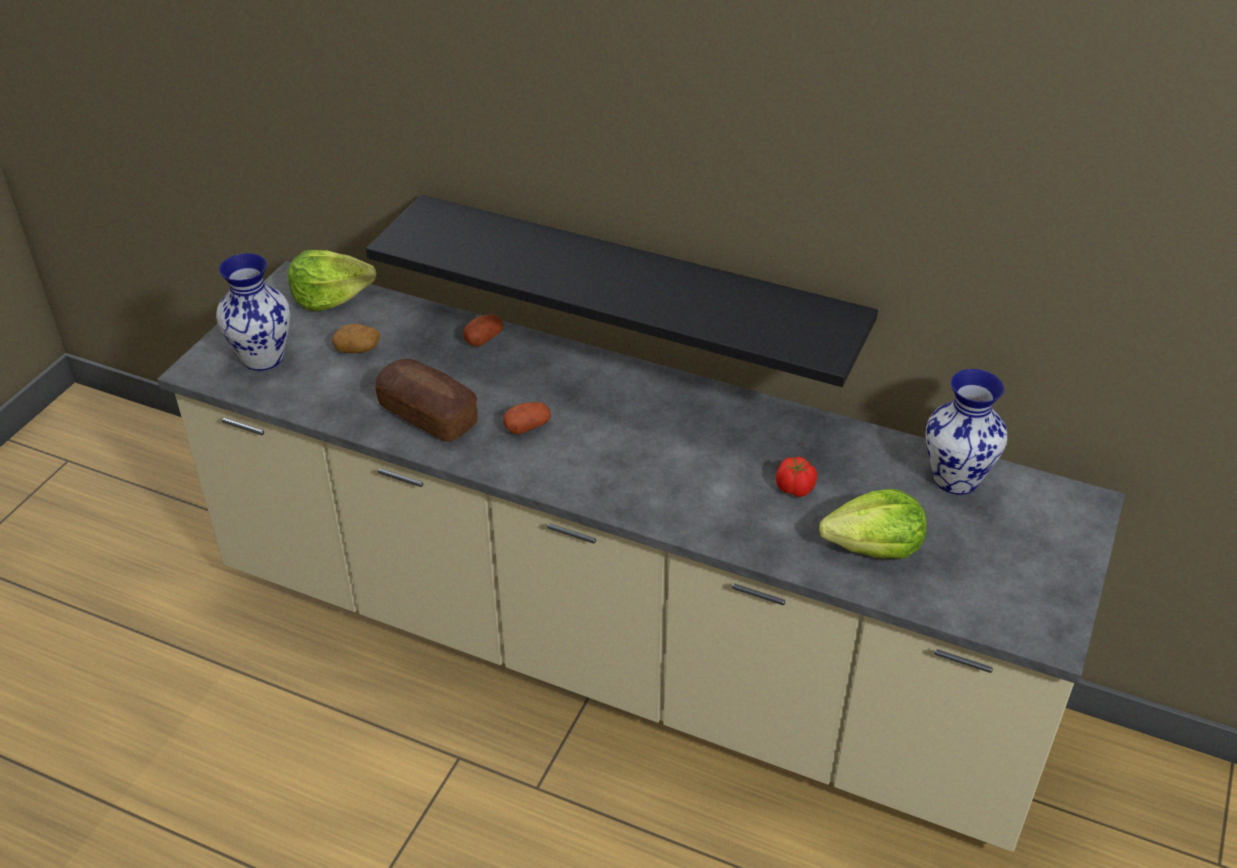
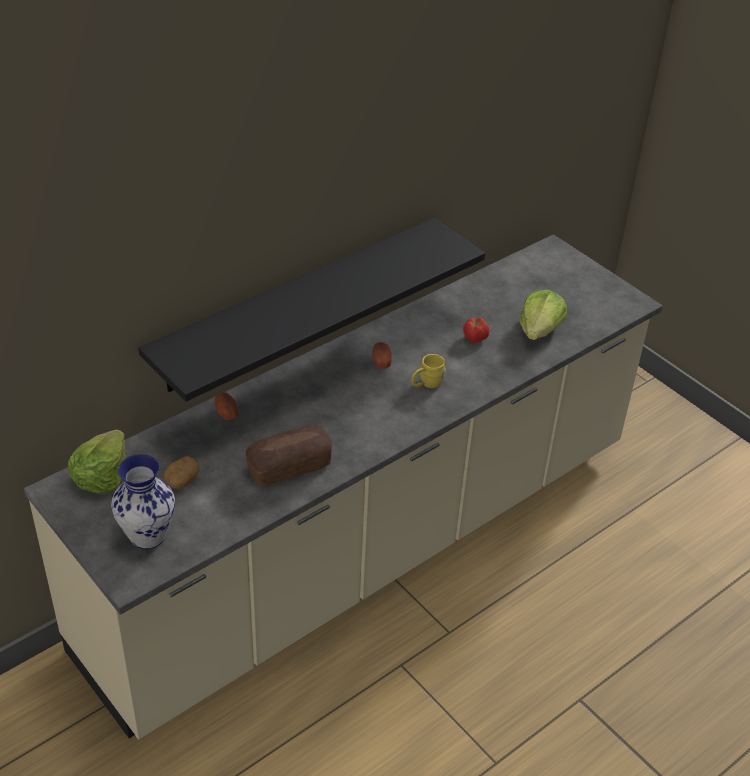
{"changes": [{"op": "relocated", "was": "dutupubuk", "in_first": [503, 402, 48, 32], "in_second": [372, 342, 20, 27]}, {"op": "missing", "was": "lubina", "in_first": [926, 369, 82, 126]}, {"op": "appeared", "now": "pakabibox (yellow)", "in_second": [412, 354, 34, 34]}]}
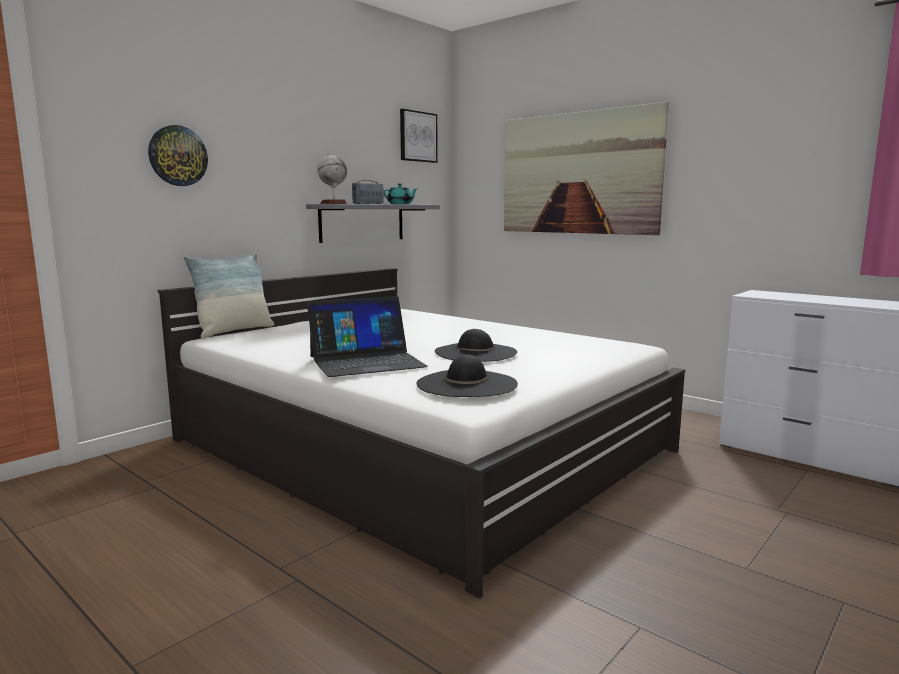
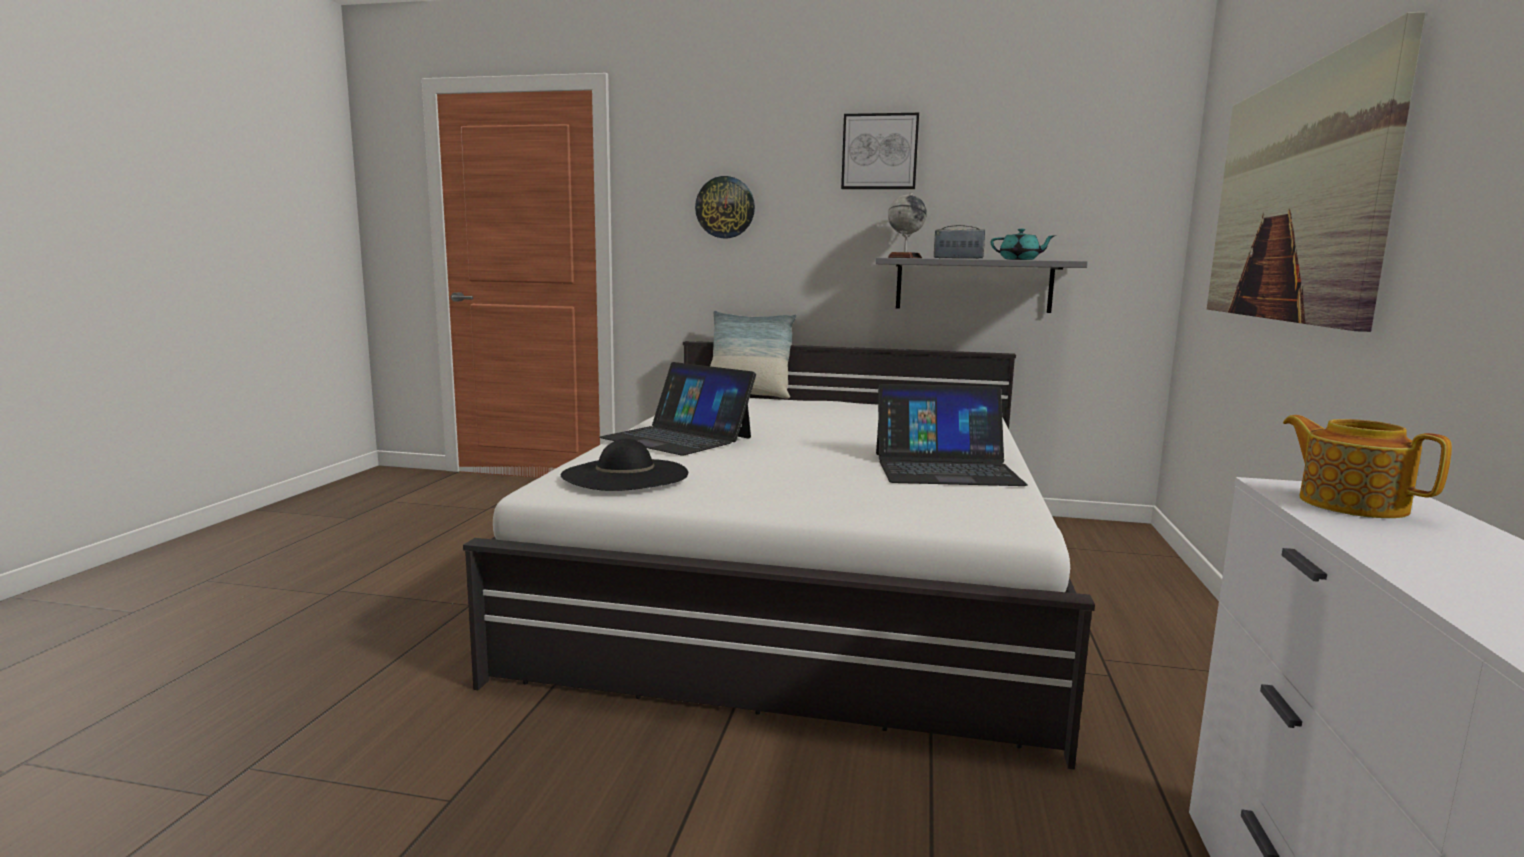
{"changes": [{"op": "relocated", "was": "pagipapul", "in_first": [400, 109, 37, 54], "in_second": [841, 113, 78, 76]}, {"op": "missing", "was": "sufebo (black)", "in_first": [435, 329, 82, 33]}, {"op": "appeared", "now": "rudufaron", "in_second": [876, 384, 152, 102]}, {"op": "appeared", "now": "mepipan", "in_second": [1283, 415, 169, 103]}]}
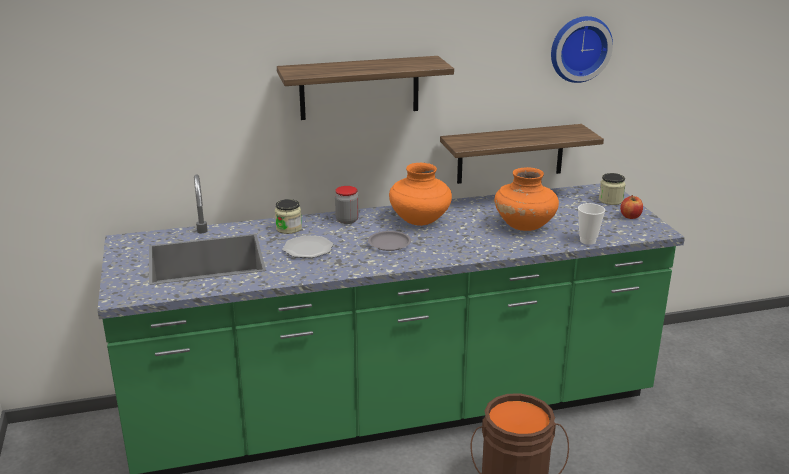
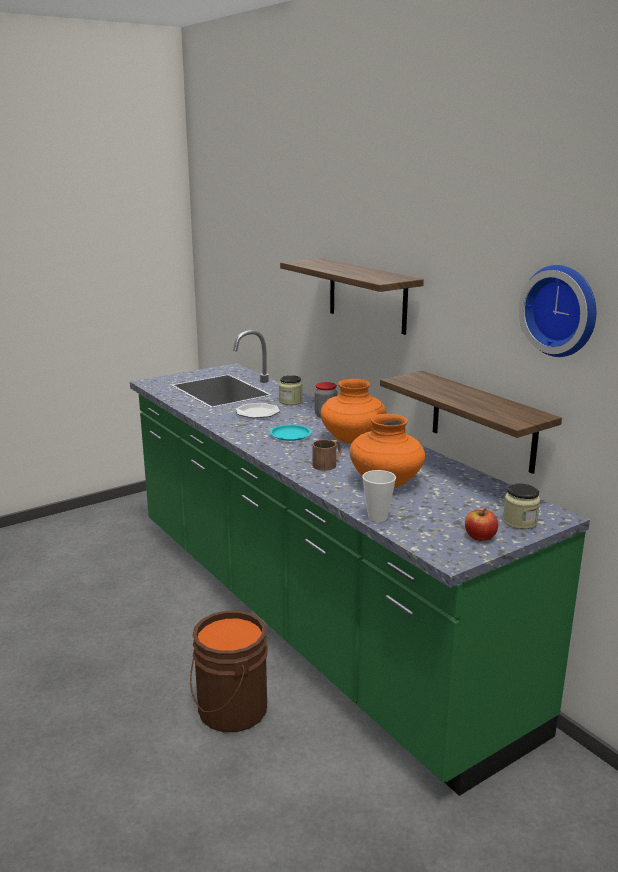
{"changes": [{"op": "colour", "was": "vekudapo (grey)", "now": "vekudapo (turquoise)", "in_first": [368, 231, 43, 20], "in_second": [270, 425, 42, 16]}, {"op": "appeared", "now": "pakabibox (brown)", "in_second": [312, 440, 29, 31]}]}
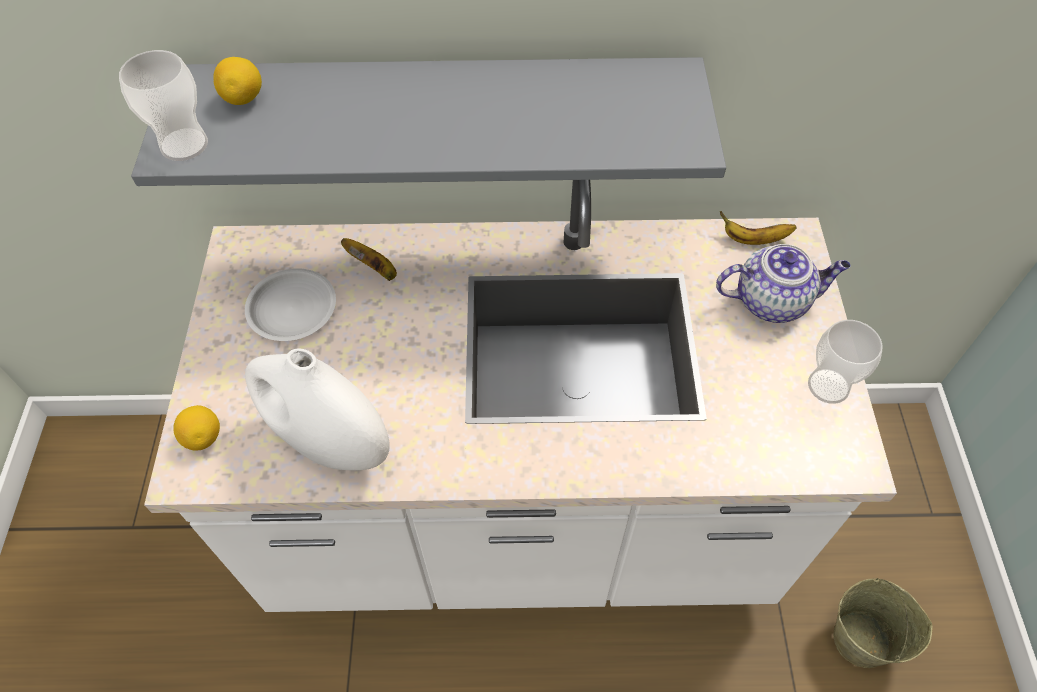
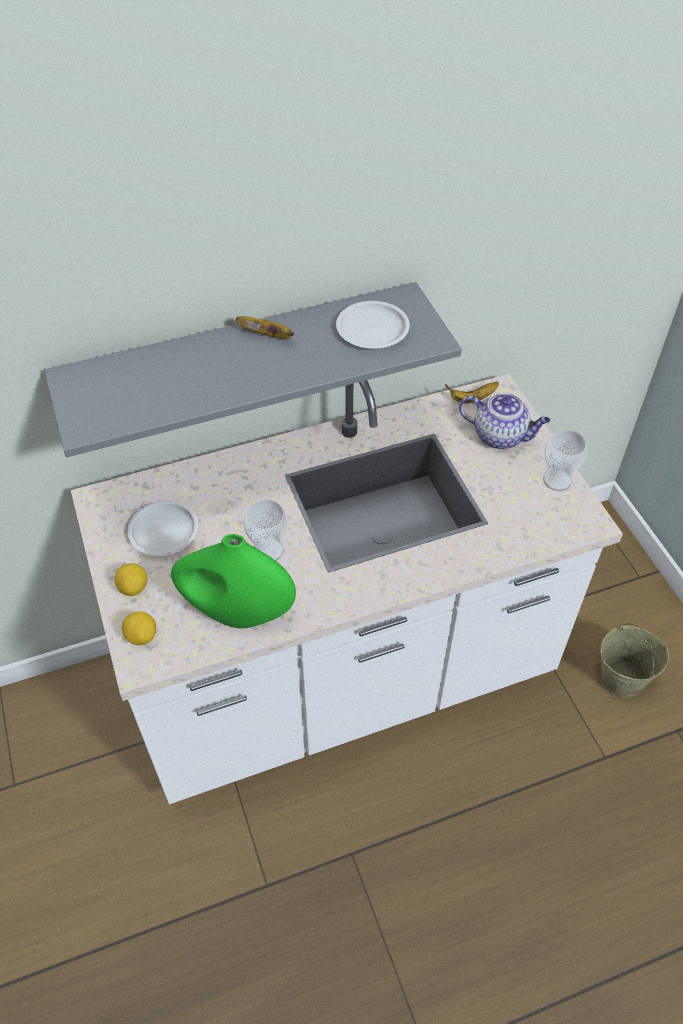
{"changes": [{"op": "relocated", "was": "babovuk", "in_first": [119, 50, 89, 111], "in_second": [244, 499, 43, 62]}, {"op": "relocated", "was": "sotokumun", "in_first": [213, 57, 49, 48], "in_second": [115, 563, 32, 33]}, {"op": "colour", "was": "lubina (white)", "now": "lubina (green)", "in_first": [245, 348, 145, 122], "in_second": [171, 534, 125, 94]}, {"op": "relocated", "was": "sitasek", "in_first": [341, 238, 56, 43], "in_second": [236, 316, 58, 23]}, {"op": "spun", "was": "mepipan", "in_first": [716, 244, 135, 79], "in_second": [459, 393, 91, 56], "clockwise": 45}, {"op": "appeared", "now": "vekudapo (white)", "in_second": [336, 301, 74, 48]}]}
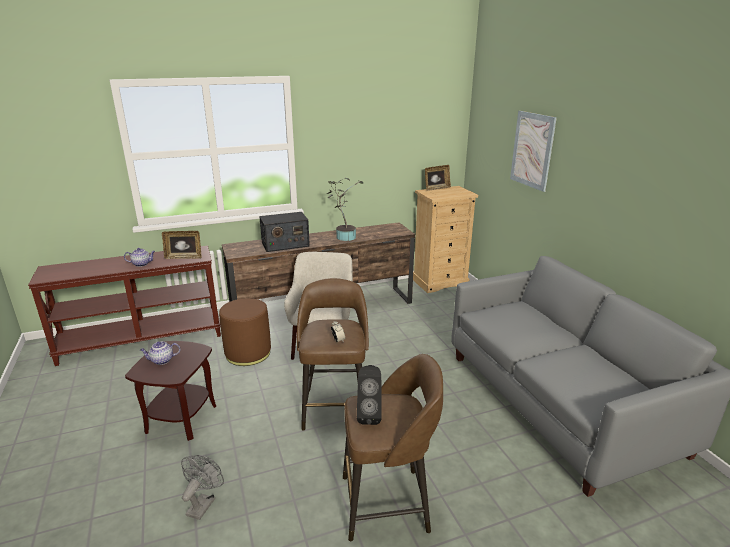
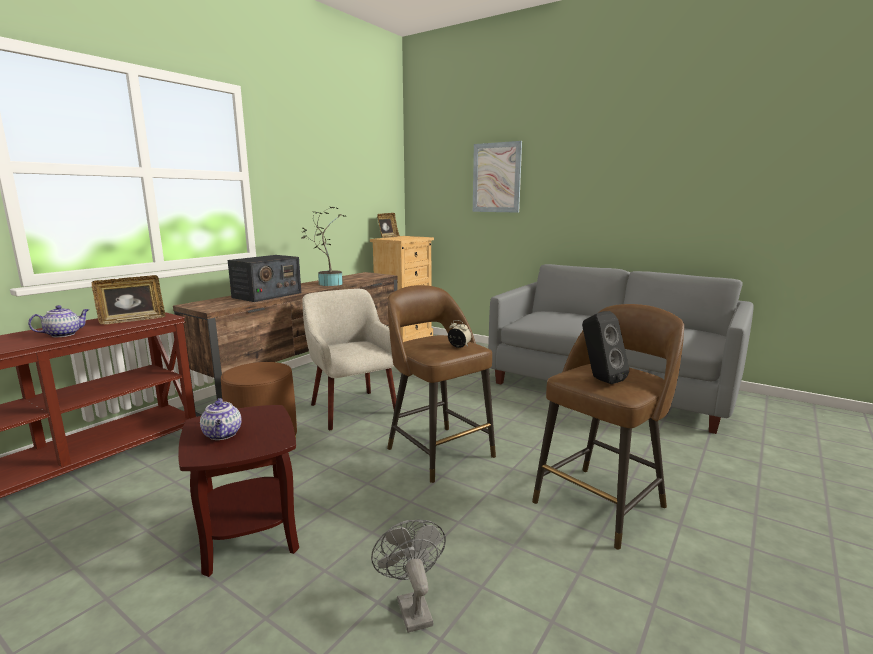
{"changes": [{"op": "spun", "was": "mepipan", "in_first": [140, 341, 40, 24], "in_second": [200, 398, 42, 42], "clockwise": -60}]}
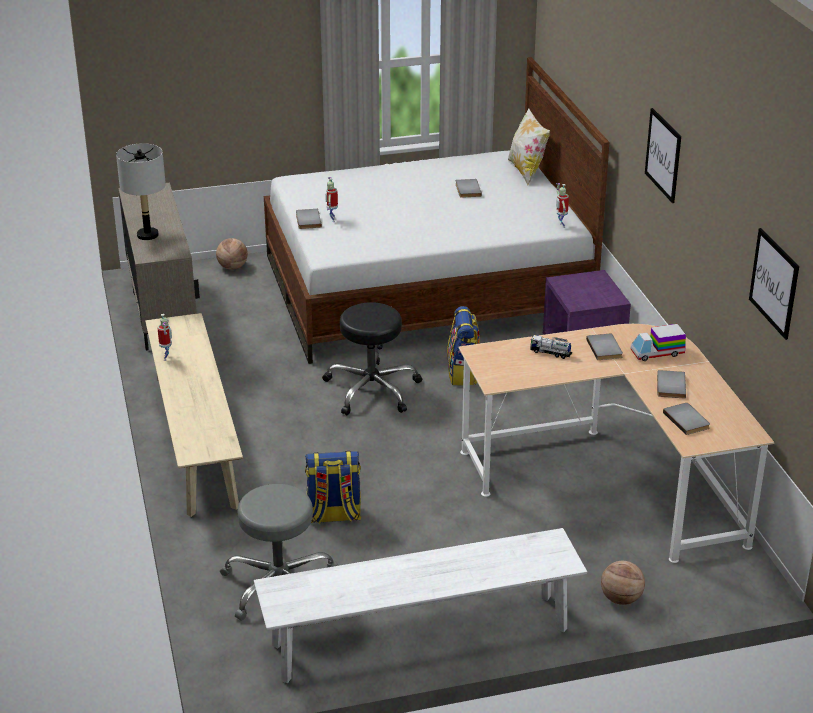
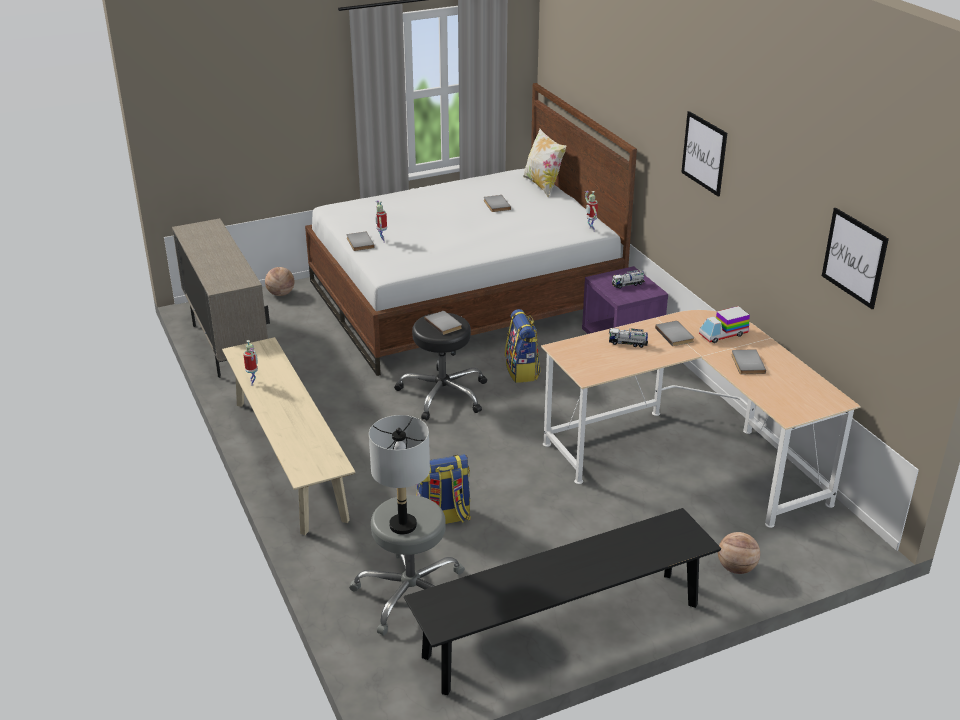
{"changes": [{"op": "relocated", "was": "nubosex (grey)", "in_first": [116, 143, 50, 97], "in_second": [369, 415, 61, 119]}, {"op": "colour", "was": "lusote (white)", "now": "lusote (black)", "in_first": [254, 528, 333, 155], "in_second": [404, 508, 317, 187]}, {"op": "relocated", "was": "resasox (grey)", "in_first": [663, 403, 47, 32], "in_second": [424, 311, 38, 24]}, {"op": "appeared", "now": "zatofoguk", "in_second": [612, 270, 33, 19]}]}
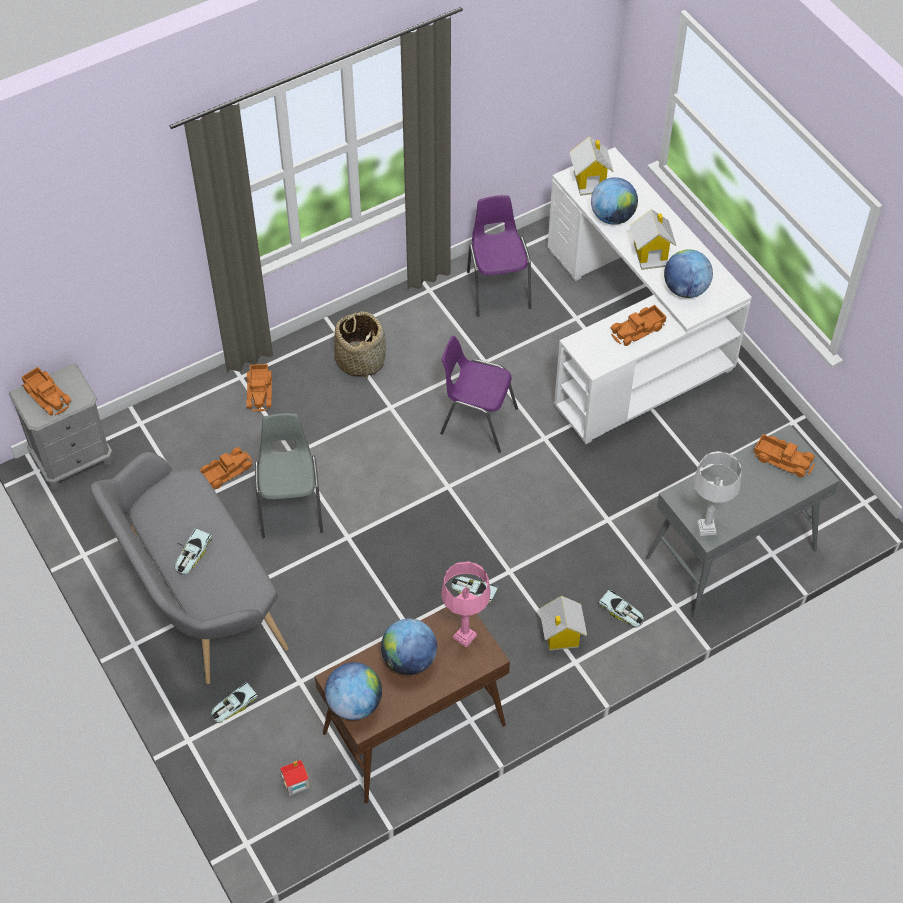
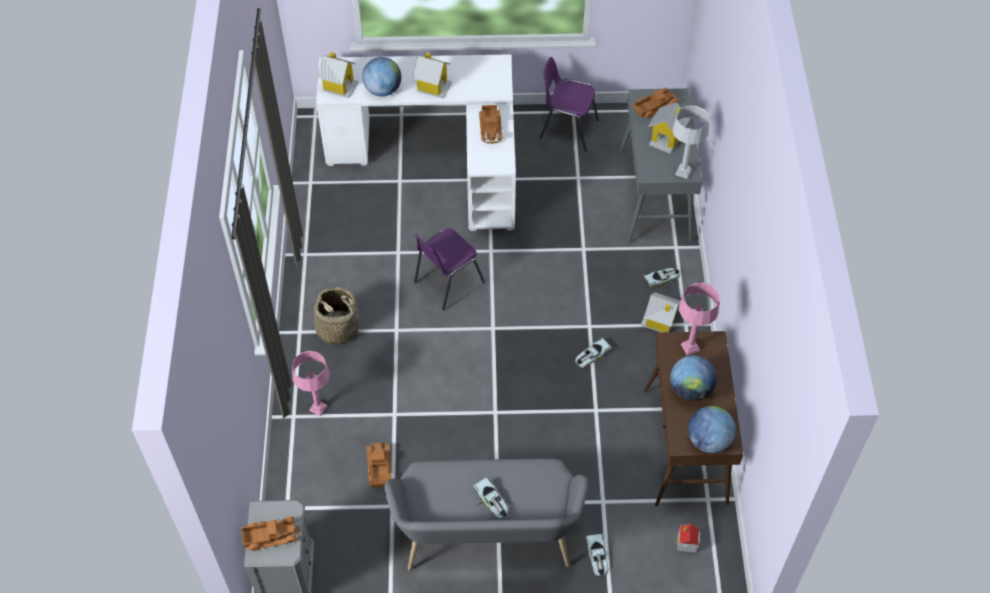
{"changes": [{"op": "exchanged", "was": "zatofoguk", "now": "nubosex (pink)", "in_first": [246, 364, 26, 48], "in_second": [292, 351, 38, 65]}, {"op": "missing", "was": "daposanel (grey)", "in_first": [255, 413, 68, 125]}, {"op": "relocated", "was": "daposanel (purple)", "in_first": [467, 195, 64, 122], "in_second": [539, 57, 60, 95]}, {"op": "missing", "was": "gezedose", "in_first": [664, 249, 49, 49]}, {"op": "appeared", "now": "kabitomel", "in_second": [648, 102, 42, 52]}]}
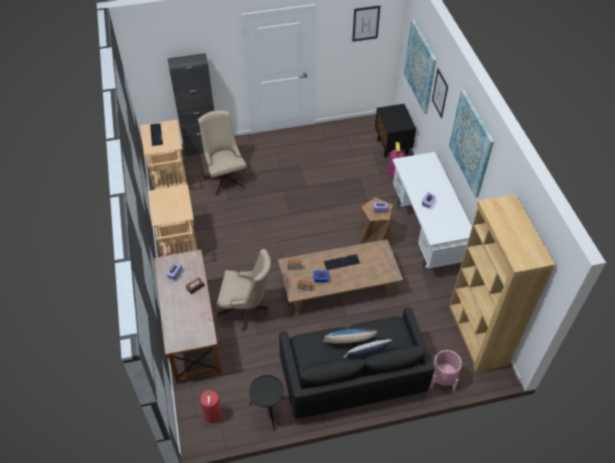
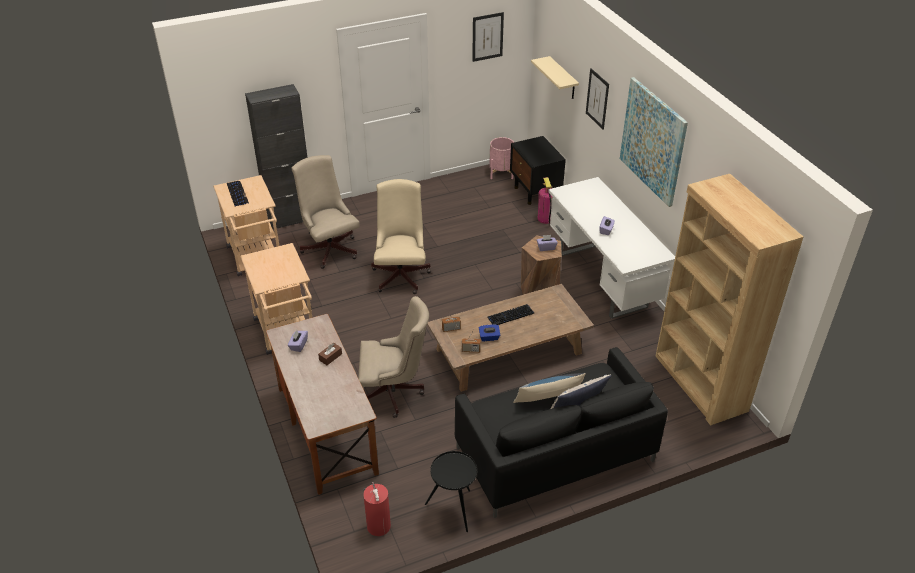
{"changes": [{"op": "exchanged", "was": "pagipapul", "now": "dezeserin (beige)", "in_first": [404, 19, 32, 95], "in_second": [531, 56, 48, 43]}, {"op": "relocated", "was": "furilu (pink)", "in_first": [430, 350, 32, 42], "in_second": [489, 137, 25, 42]}, {"op": "appeared", "now": "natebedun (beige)", "in_second": [371, 179, 60, 115]}]}
